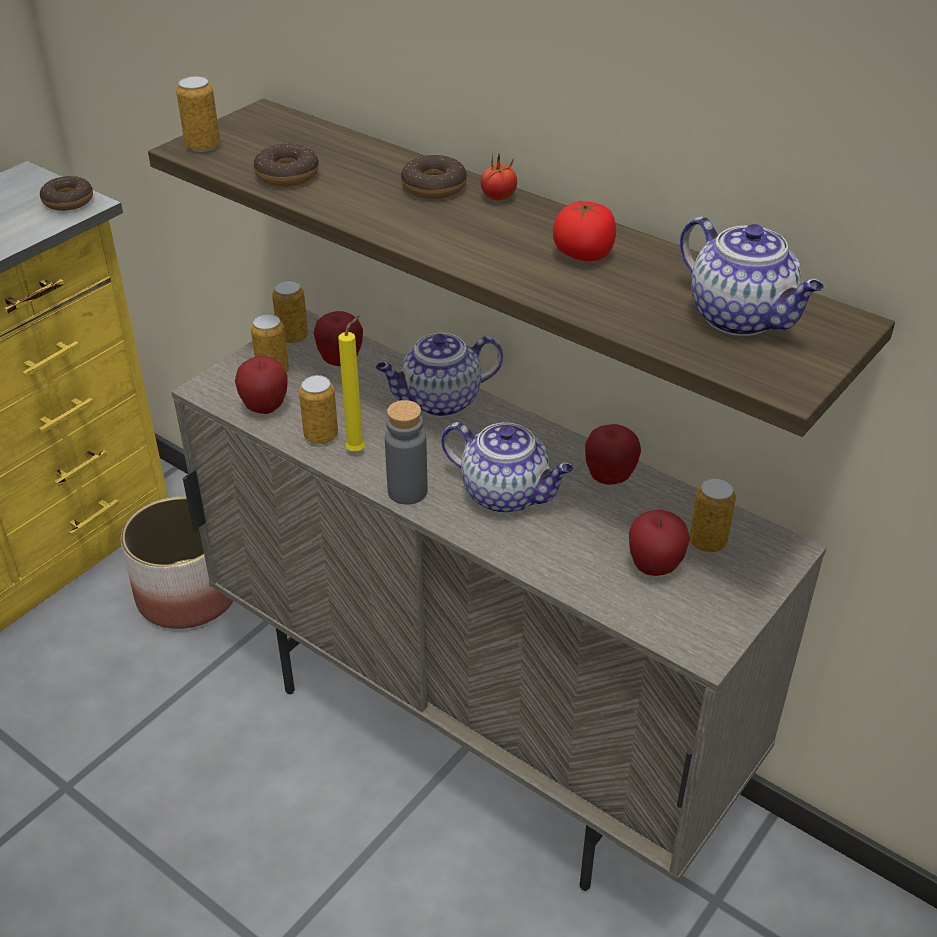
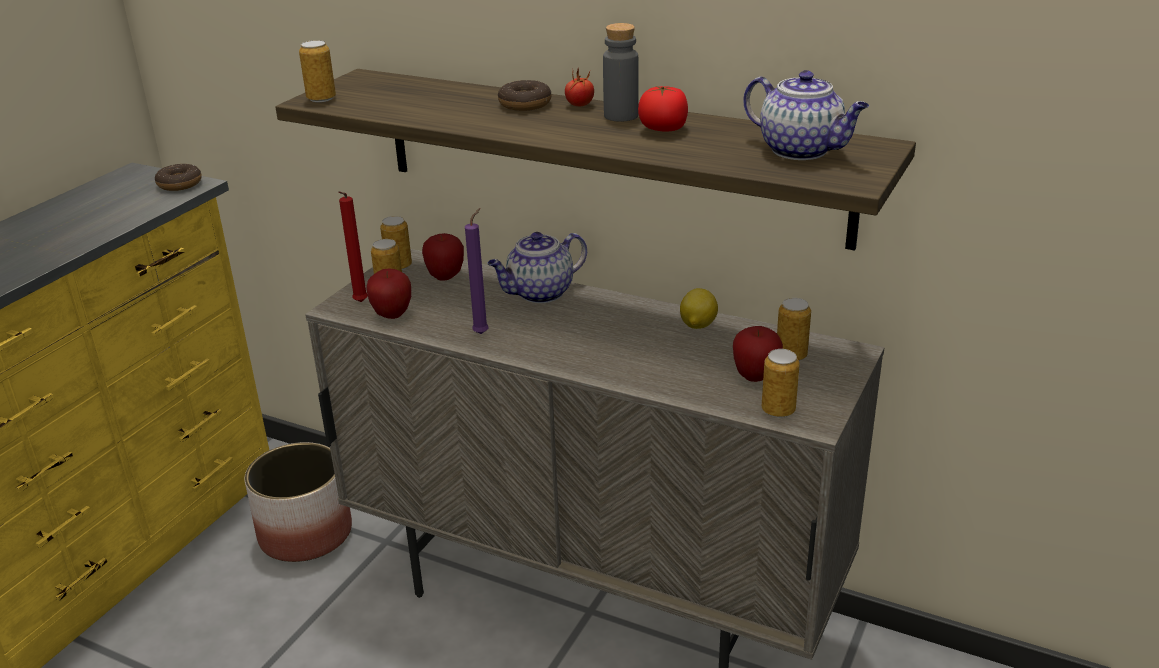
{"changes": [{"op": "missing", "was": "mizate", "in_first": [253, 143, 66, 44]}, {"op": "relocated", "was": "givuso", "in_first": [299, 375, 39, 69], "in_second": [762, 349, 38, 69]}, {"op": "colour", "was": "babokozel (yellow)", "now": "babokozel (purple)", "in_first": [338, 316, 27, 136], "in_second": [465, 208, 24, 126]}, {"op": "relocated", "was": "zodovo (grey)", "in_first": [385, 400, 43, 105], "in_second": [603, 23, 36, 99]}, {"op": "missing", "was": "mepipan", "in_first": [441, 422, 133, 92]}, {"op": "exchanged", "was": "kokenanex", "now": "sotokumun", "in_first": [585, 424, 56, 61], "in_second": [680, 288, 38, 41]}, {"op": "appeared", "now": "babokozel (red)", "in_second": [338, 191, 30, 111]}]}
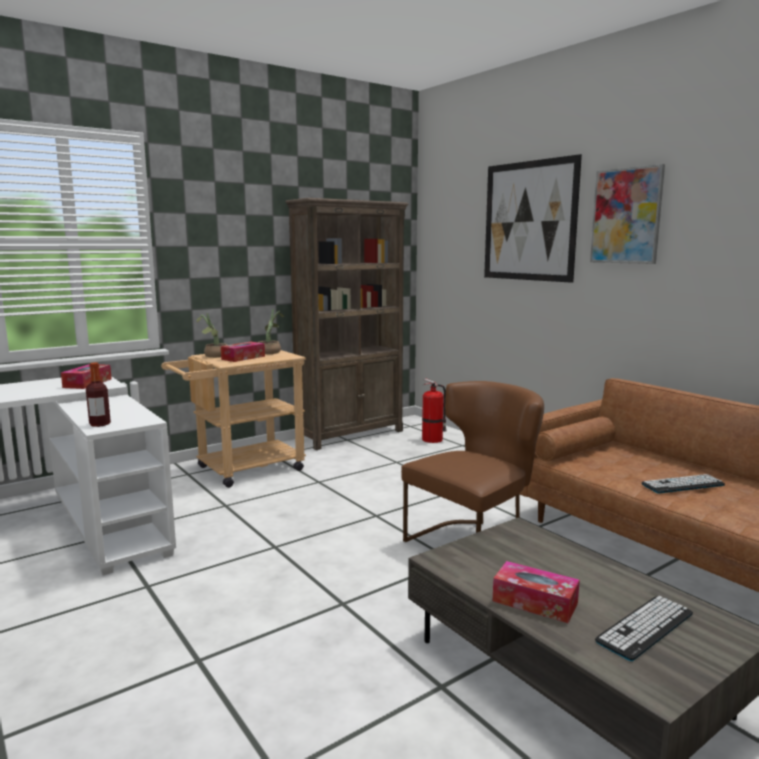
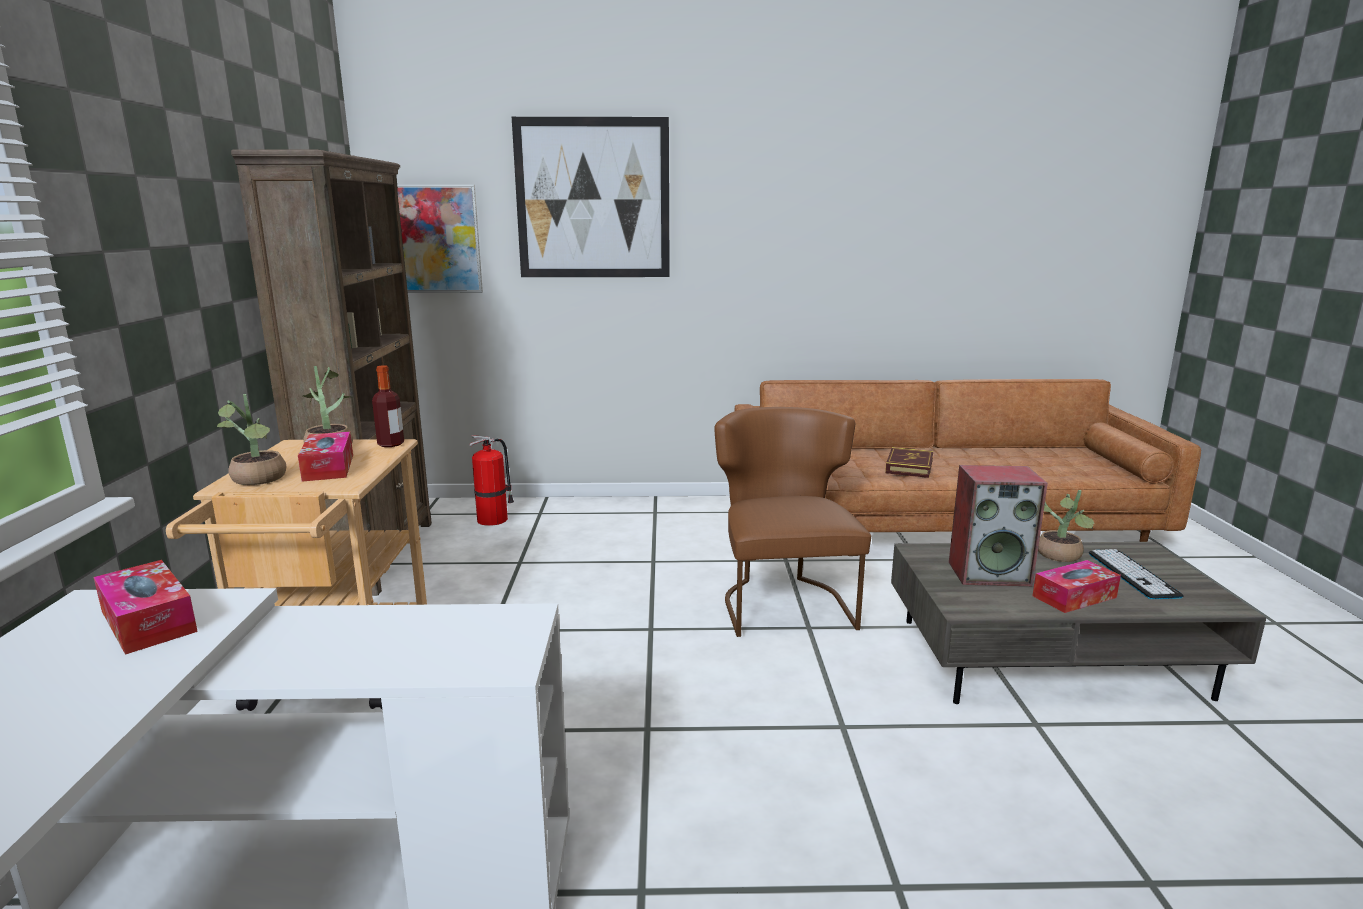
{"changes": [{"op": "relocated", "was": "zodovo", "in_first": [86, 363, 25, 64], "in_second": [372, 365, 32, 82]}, {"op": "relocated", "was": "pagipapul", "in_first": [590, 164, 75, 100], "in_second": [397, 185, 86, 108]}, {"op": "exchanged", "was": "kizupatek", "now": "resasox", "in_first": [641, 474, 84, 20], "in_second": [885, 447, 48, 31]}, {"op": "appeared", "now": "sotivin", "in_second": [949, 465, 99, 121]}, {"op": "appeared", "now": "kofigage", "in_second": [1038, 490, 56, 72]}]}
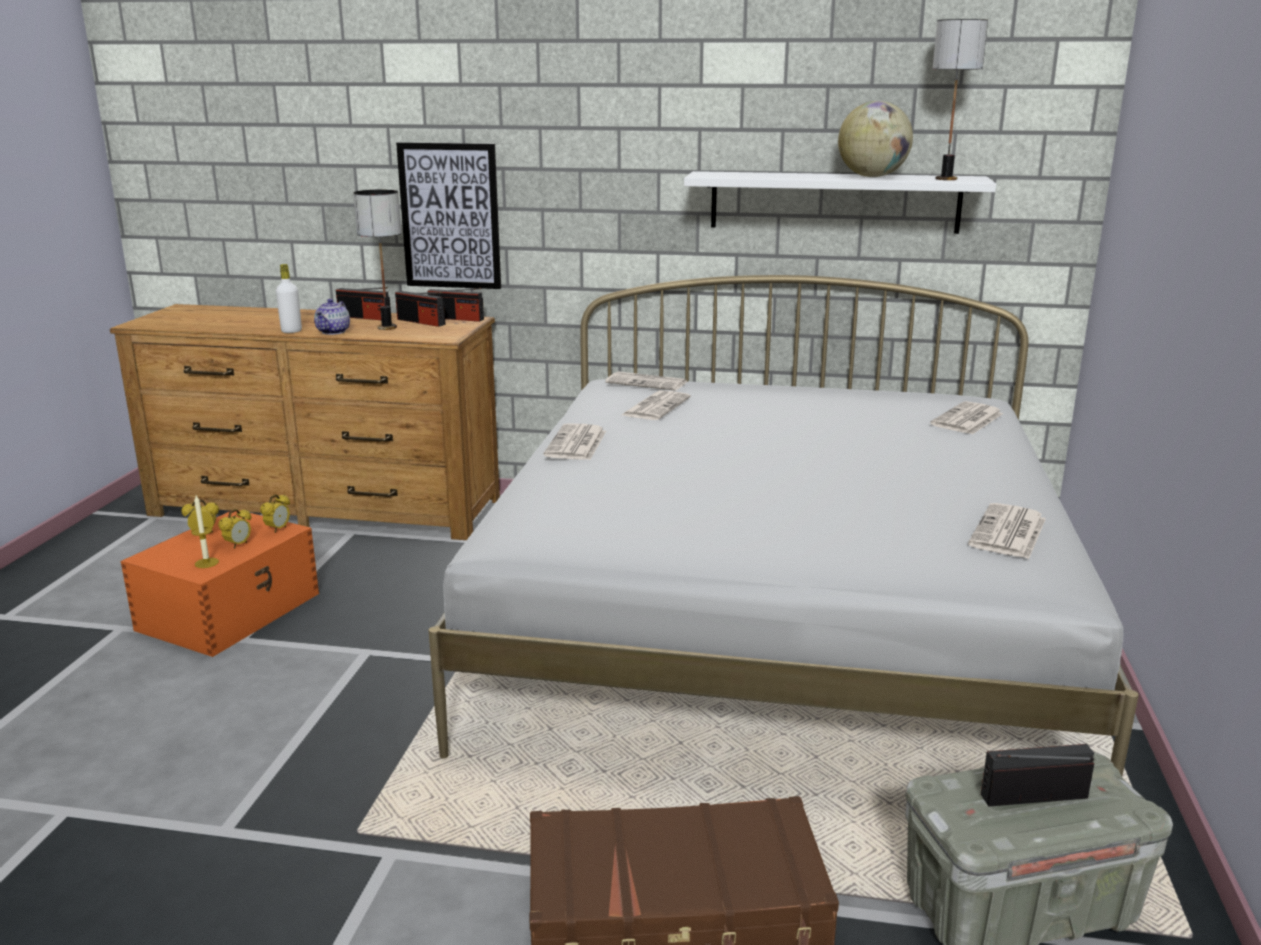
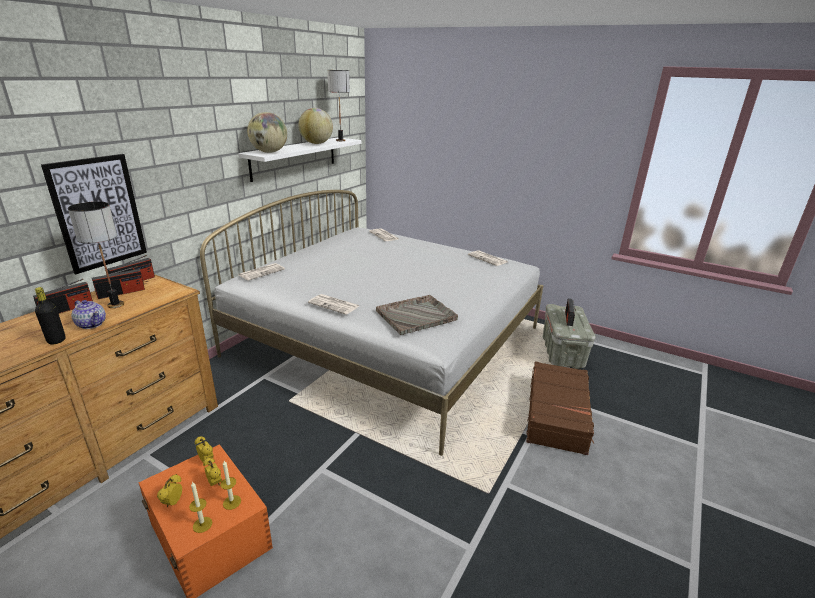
{"changes": [{"op": "colour", "was": "zodovo (white)", "now": "zodovo (black)", "in_first": [276, 264, 26, 69], "in_second": [35, 287, 31, 58]}, {"op": "missing", "was": "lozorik", "in_first": [620, 390, 71, 30]}, {"op": "appeared", "now": "babokozel", "in_second": [189, 481, 23, 52]}, {"op": "appeared", "now": "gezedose", "in_second": [247, 112, 40, 41]}, {"op": "appeared", "now": "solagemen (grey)", "in_second": [376, 295, 82, 40]}]}
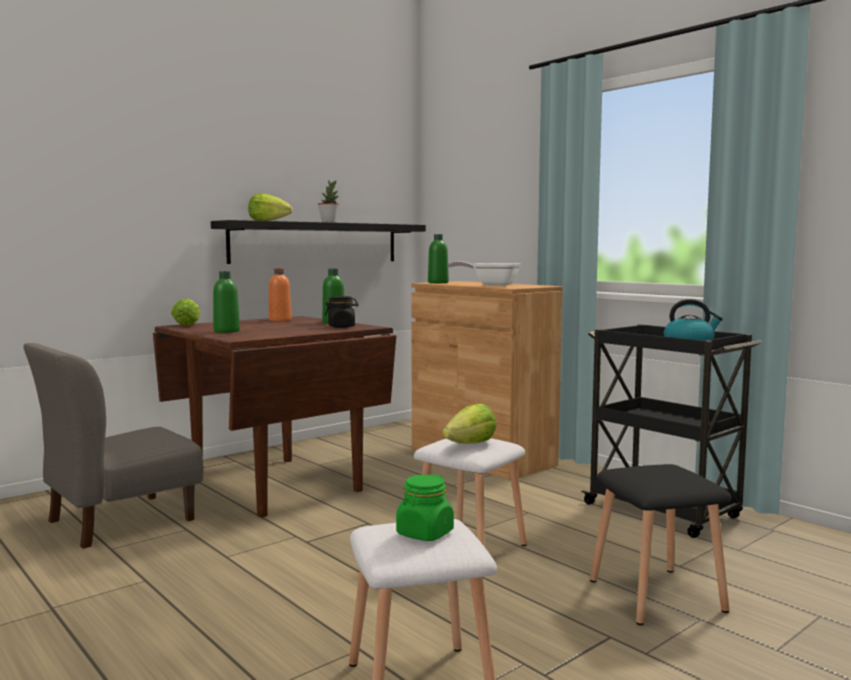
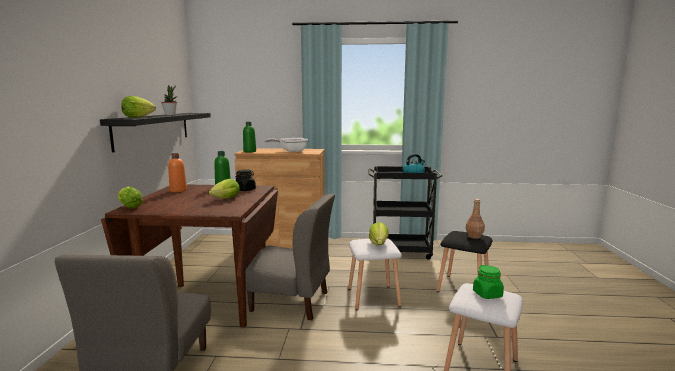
{"changes": [{"op": "missing", "was": "zodovo (green)", "in_first": [213, 271, 27, 62]}, {"op": "appeared", "now": "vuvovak", "in_second": [209, 179, 31, 20]}, {"op": "appeared", "now": "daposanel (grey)", "in_second": [245, 194, 90, 126]}, {"op": "appeared", "now": "zodovo (brown)", "in_second": [466, 199, 19, 40]}]}
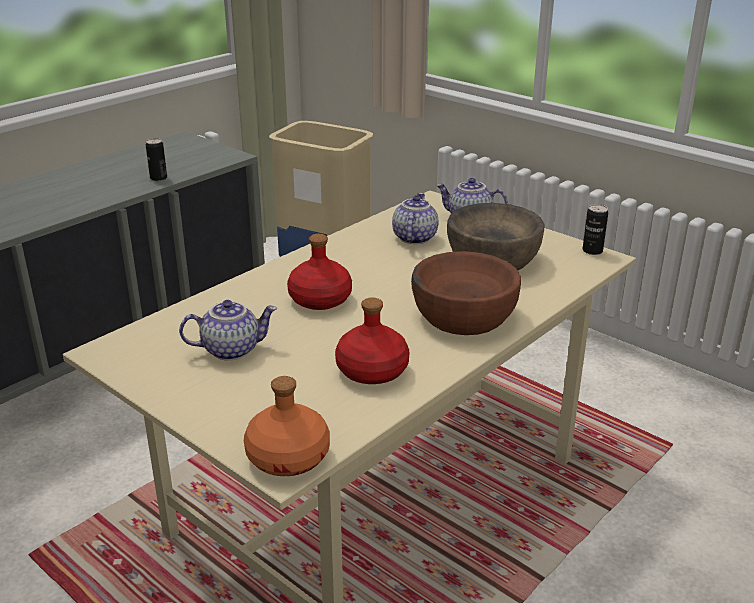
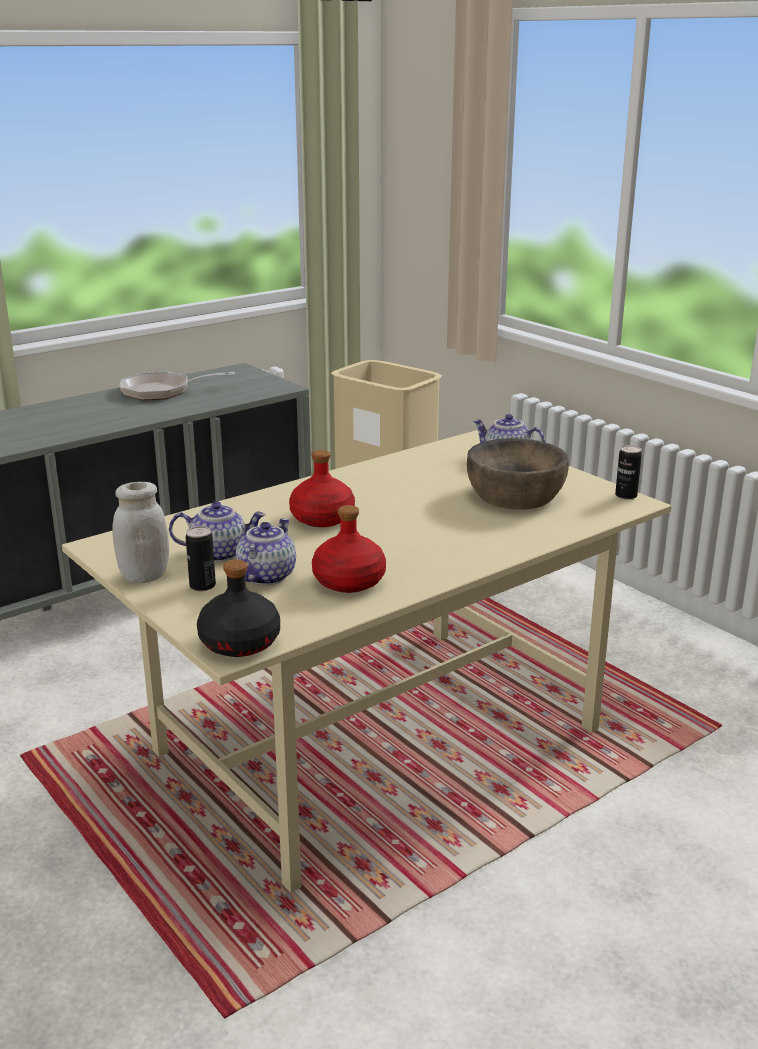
{"changes": [{"op": "relocated", "was": "givuso", "in_first": [146, 138, 21, 43], "in_second": [186, 526, 30, 65]}, {"op": "colour", "was": "zodovo (orange)", "now": "zodovo (black)", "in_first": [244, 376, 86, 100], "in_second": [197, 559, 83, 98]}, {"op": "relocated", "was": "mepipan", "in_first": [392, 193, 46, 51], "in_second": [236, 518, 60, 67]}, {"op": "missing", "was": "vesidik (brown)", "in_first": [411, 251, 110, 84]}, {"op": "appeared", "now": "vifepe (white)", "in_second": [113, 482, 56, 101]}, {"op": "appeared", "now": "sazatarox", "in_second": [120, 372, 115, 29]}]}
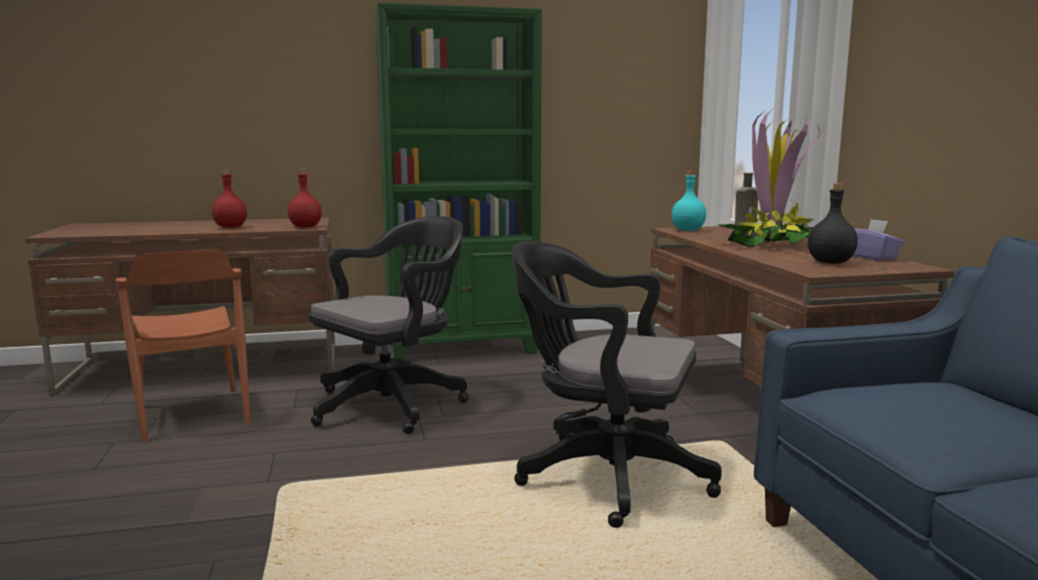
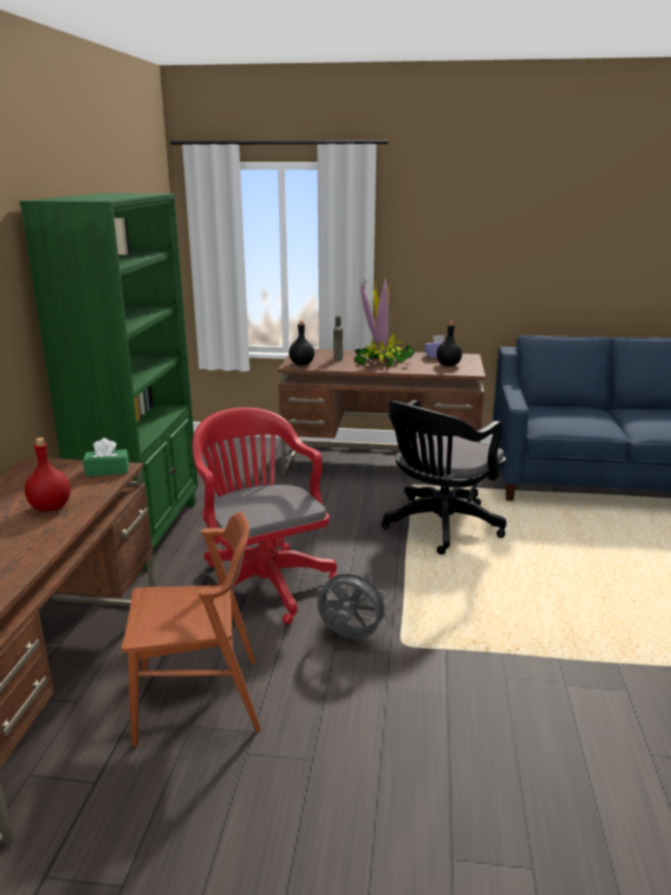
{"changes": [{"op": "exchanged", "was": "zodovo (red)", "now": "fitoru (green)", "in_first": [288, 169, 34, 59], "in_second": [83, 438, 46, 39]}, {"op": "colour", "was": "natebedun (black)", "now": "natebedun (red)", "in_first": [309, 216, 160, 218], "in_second": [192, 407, 145, 218]}, {"op": "colour", "was": "zodovo (turquoise)", "now": "zodovo (black)", "in_first": [672, 171, 34, 60], "in_second": [289, 321, 25, 44]}, {"op": "appeared", "now": "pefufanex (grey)", "in_second": [317, 568, 73, 71]}]}
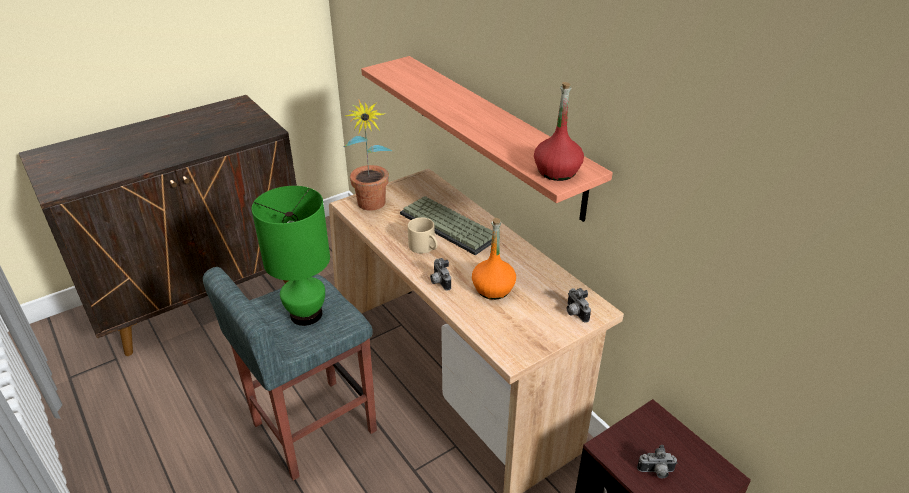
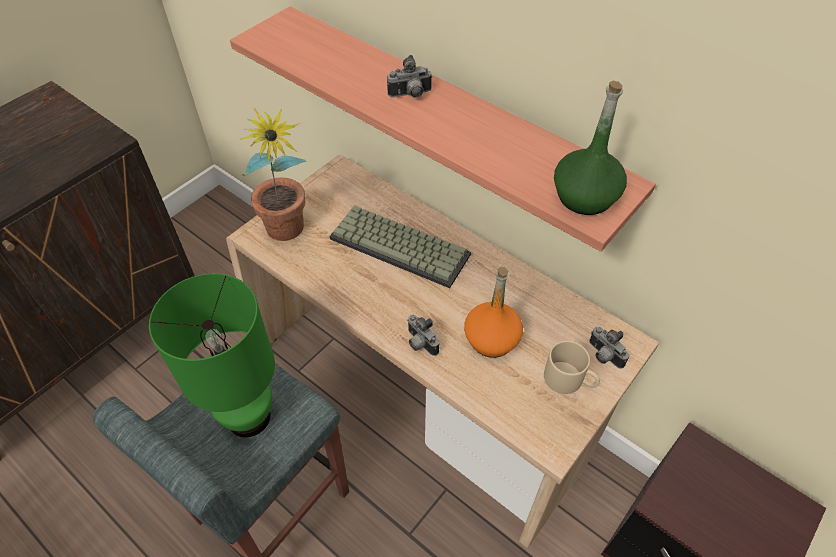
{"changes": [{"op": "relocated", "was": "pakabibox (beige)", "in_first": [408, 217, 30, 37], "in_second": [544, 341, 56, 53]}, {"op": "colour", "was": "zodovo (red)", "now": "zodovo (green)", "in_first": [534, 82, 50, 99], "in_second": [554, 80, 73, 135]}, {"op": "relocated", "was": "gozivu", "in_first": [637, 445, 40, 33], "in_second": [387, 55, 46, 43]}]}
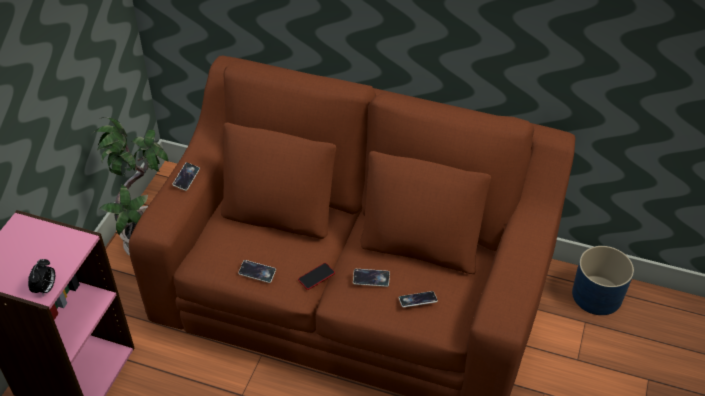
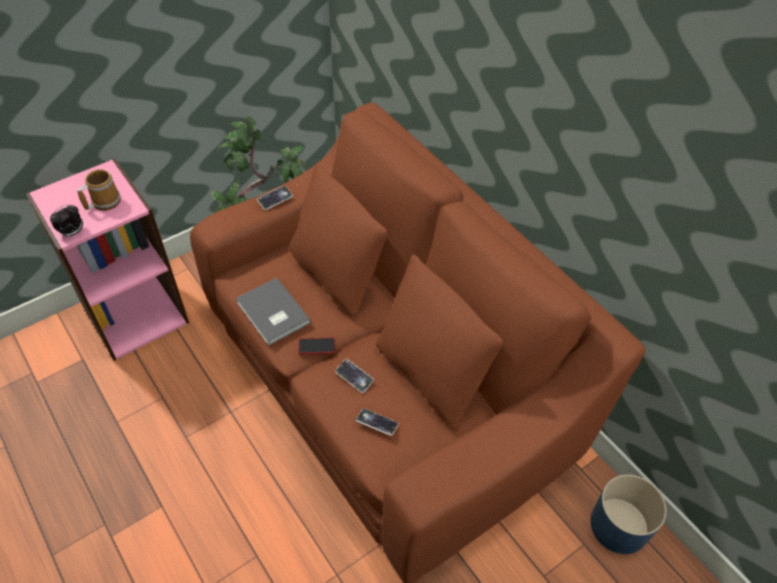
{"changes": [{"op": "exchanged", "was": "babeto", "now": "resasox (grey)", "in_first": [238, 260, 38, 23], "in_second": [236, 278, 75, 68]}, {"op": "appeared", "now": "pakabibox", "in_second": [77, 169, 44, 42]}]}
